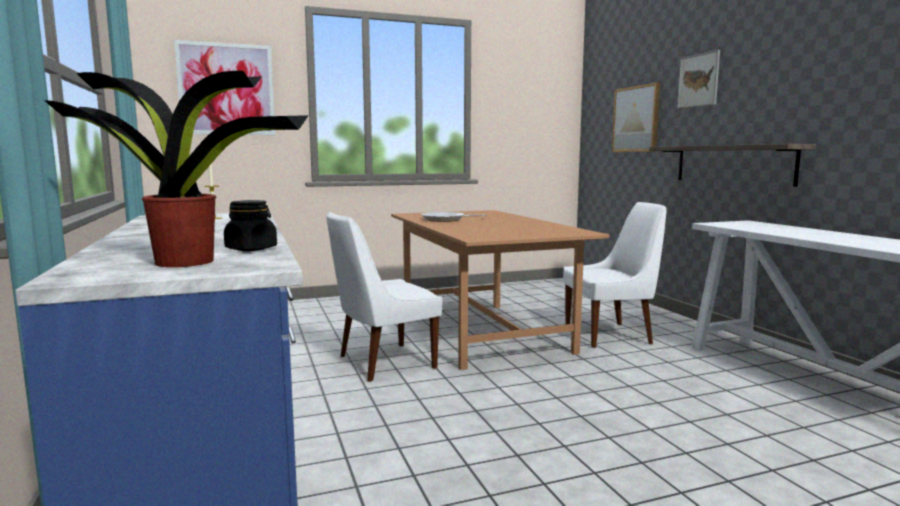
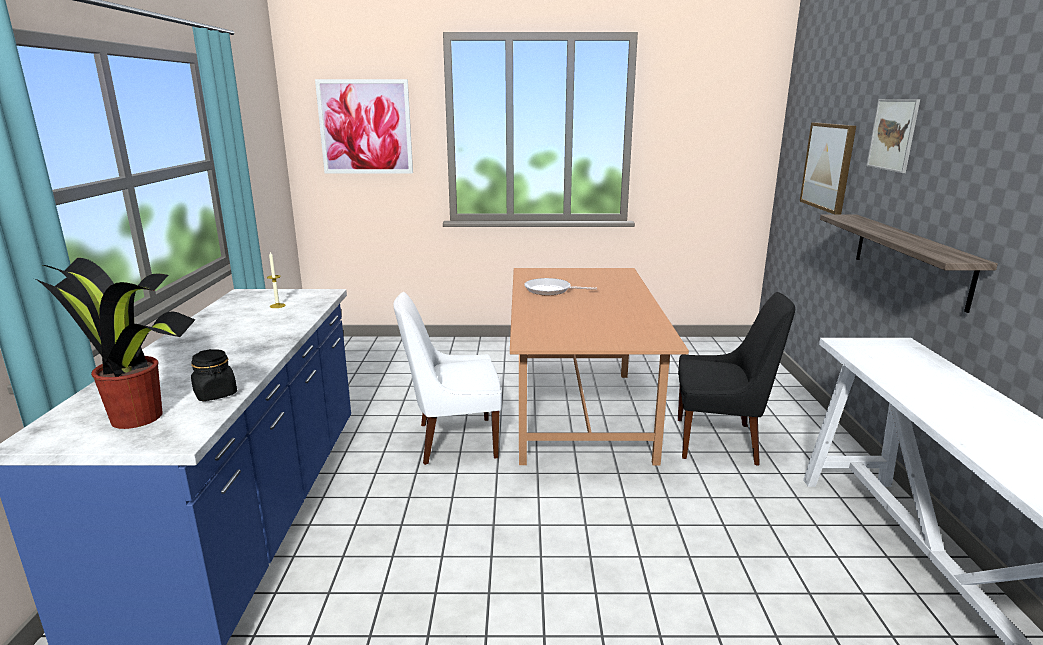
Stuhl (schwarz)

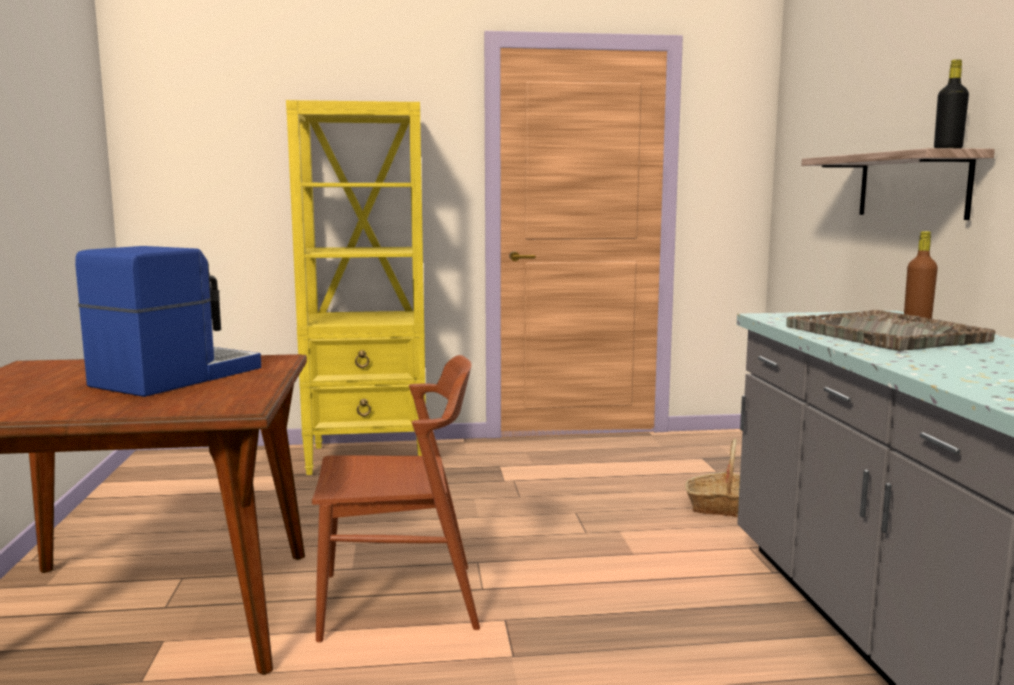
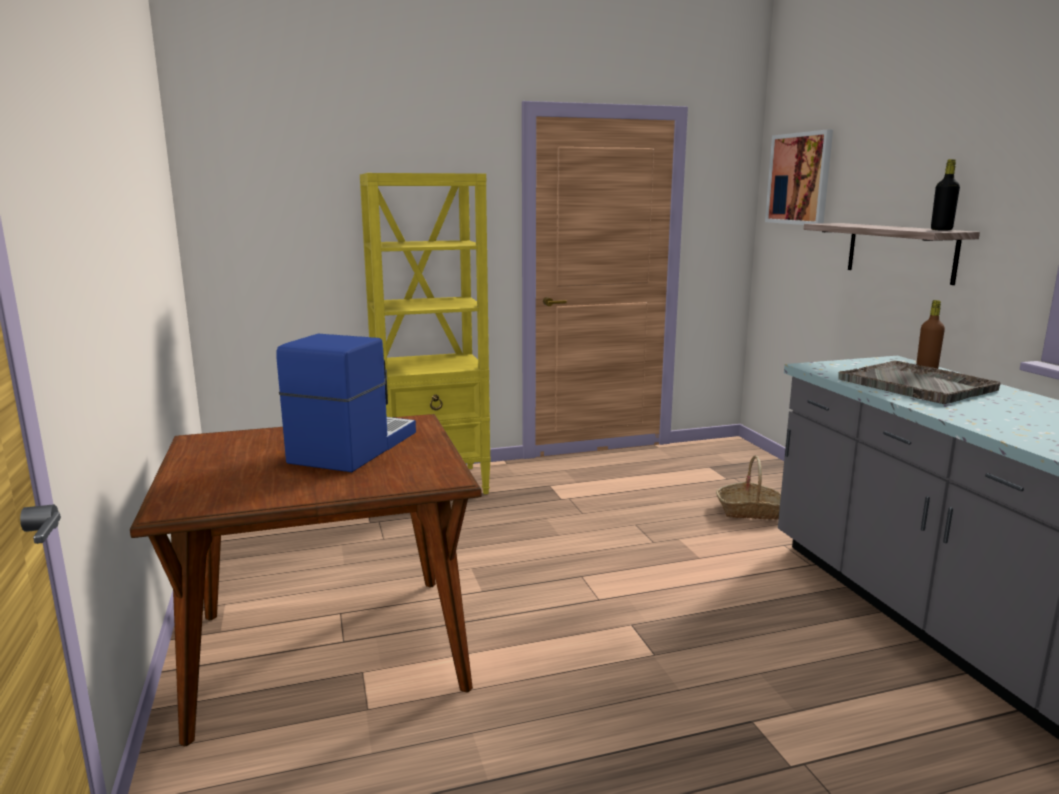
Stuhl (braun)
Bild

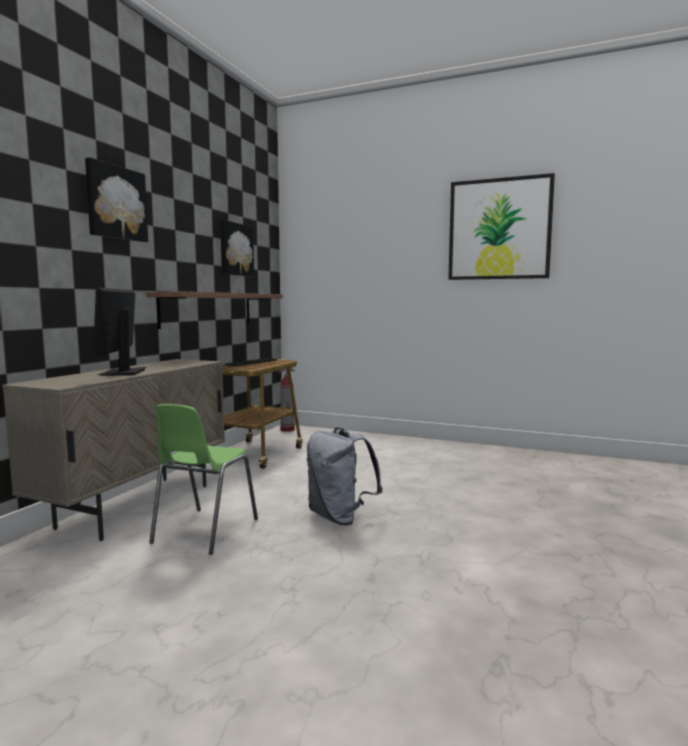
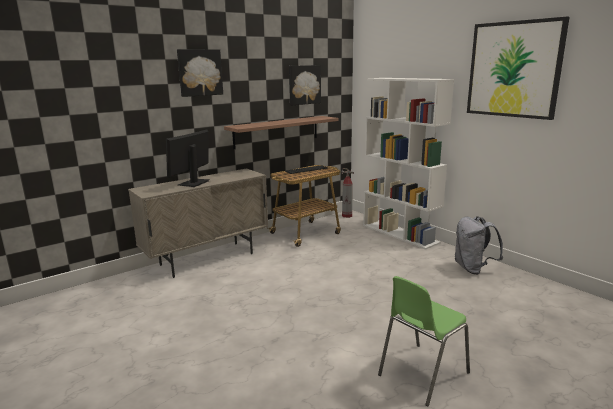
Stuhl (grün)
Rucksack (grau)
Bücherregal (weiß)

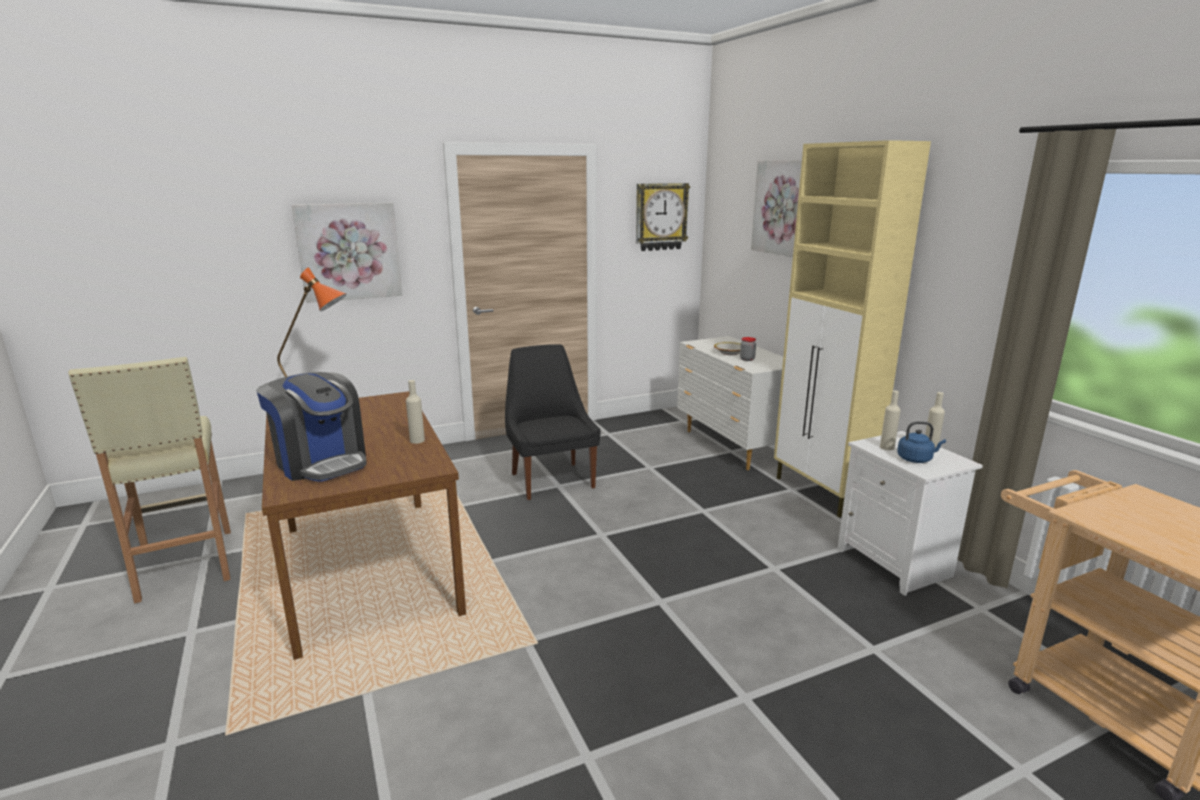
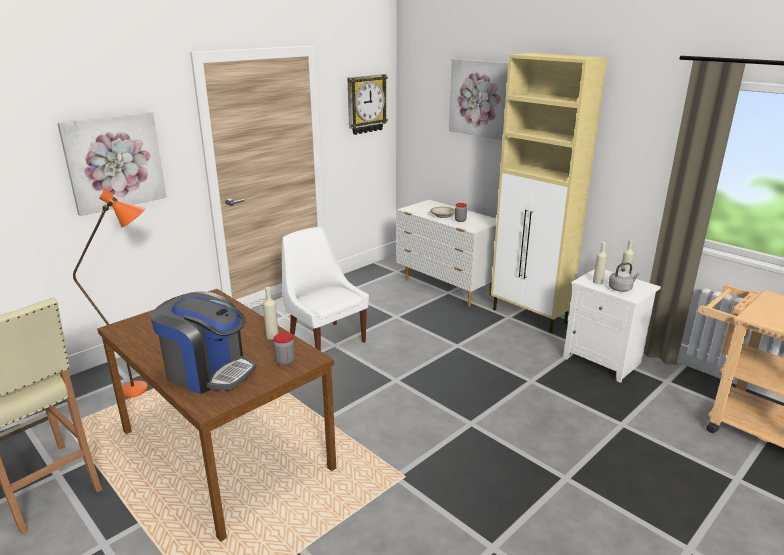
Stuhl (weiß)
Wasserkessel (grau)
Vorratsglas (no. 1 from left)

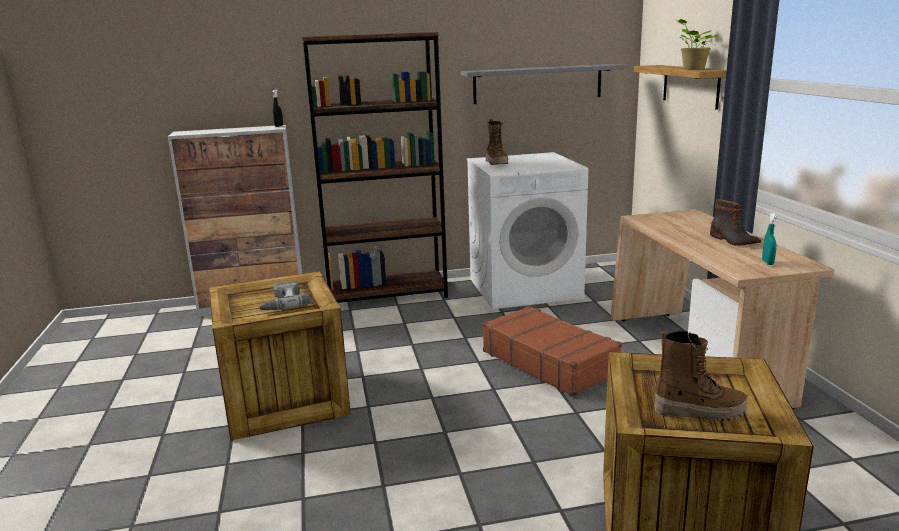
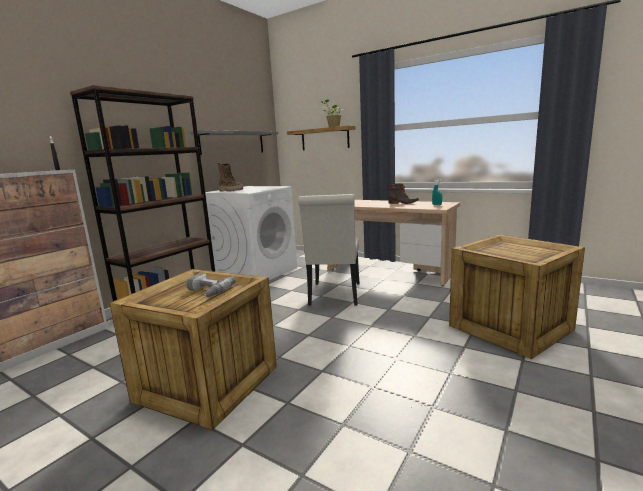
Stuhl (weiß)
Stiefel (no. 2 from left in the first image)

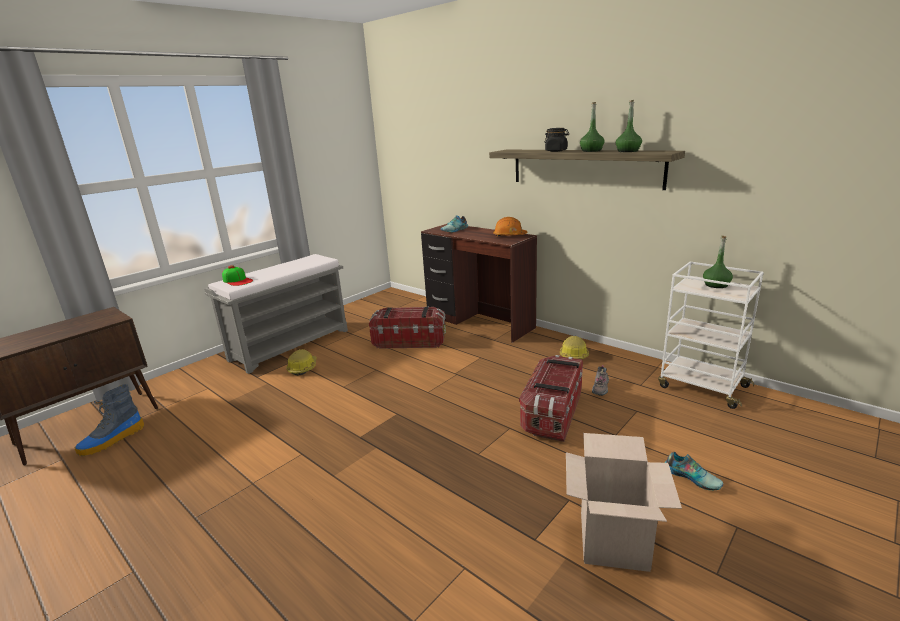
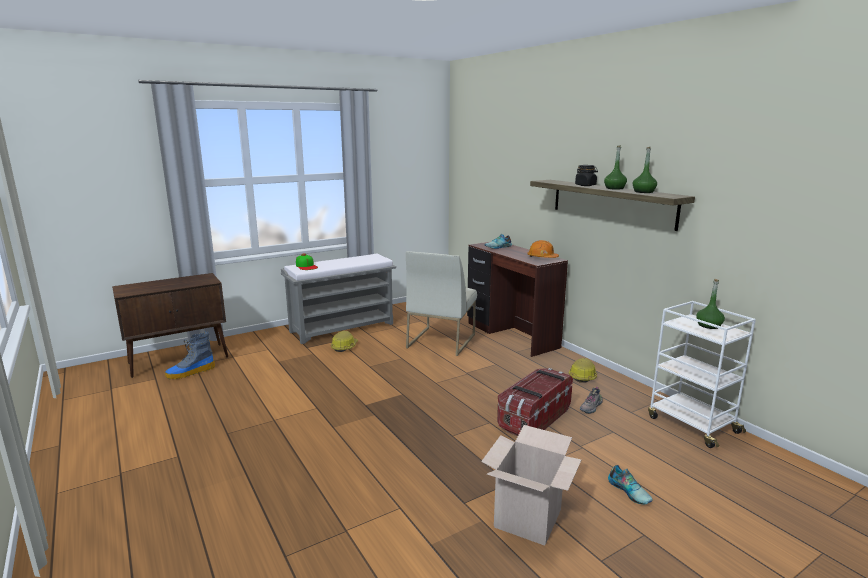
Stuhl (weiß)

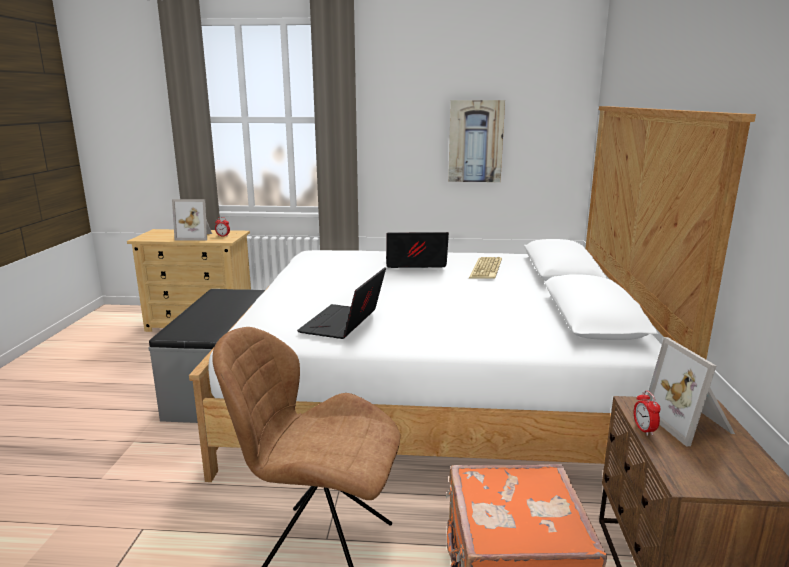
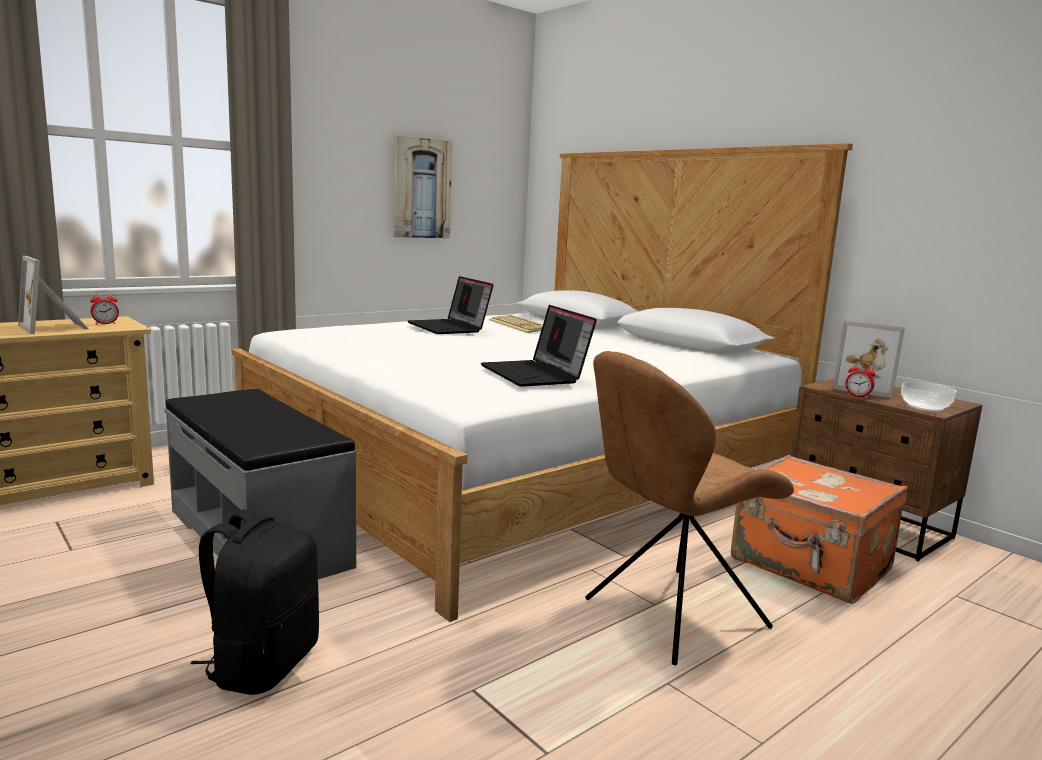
Bilderrahmen (no. 1 from left)
Laptop (no. 1 from left)
Rucksack (schwarz)
Schüssel

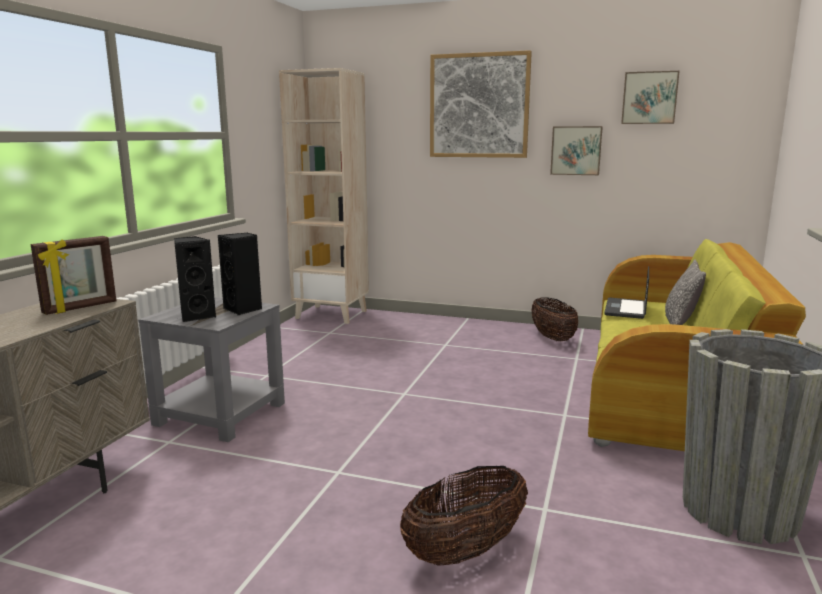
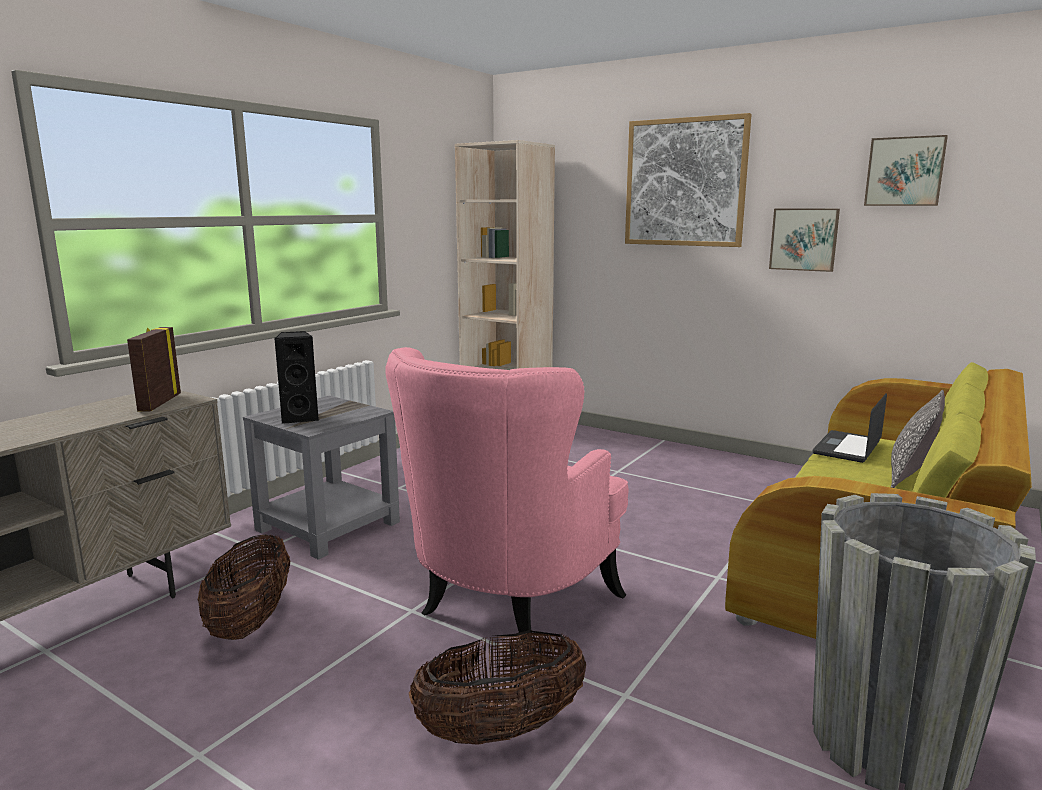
Bilderrahmen
Lautsprecher (schwarz) (no. 2 from left in the first image)
Korb (no. 1 from left)
Sessel (rosa)

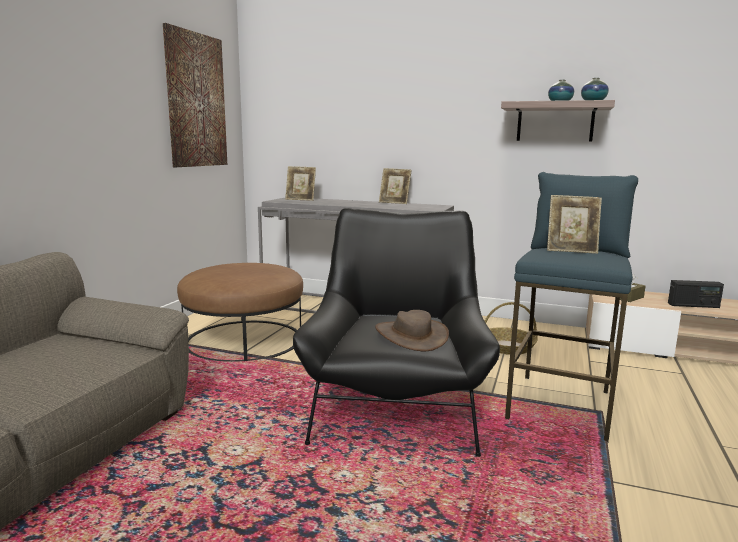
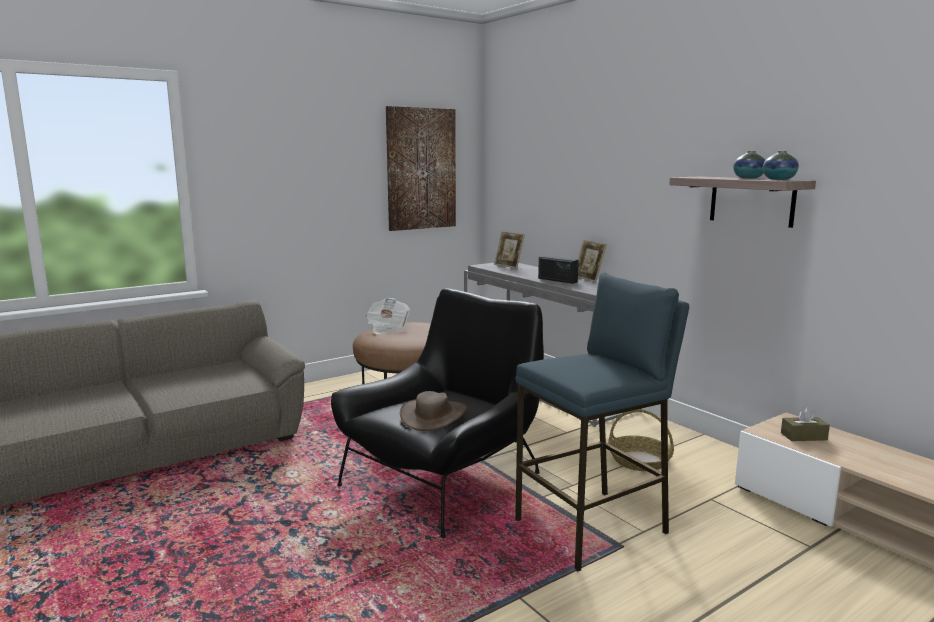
Bilderrahmen (no. 3 from left in the first image)
Radio
Zeitung

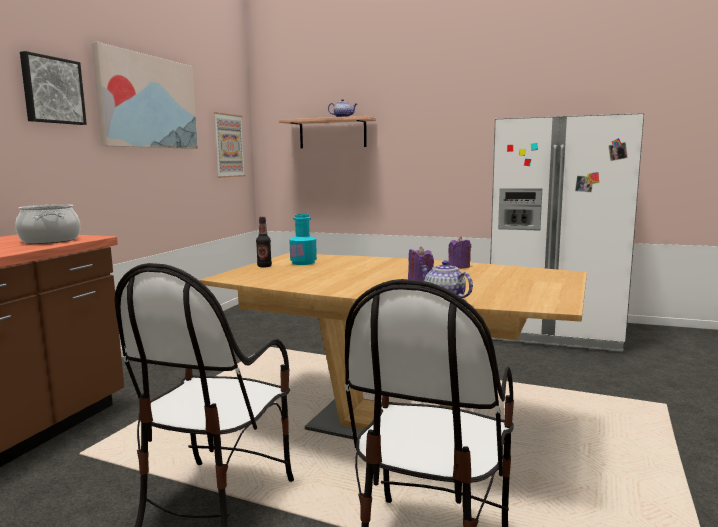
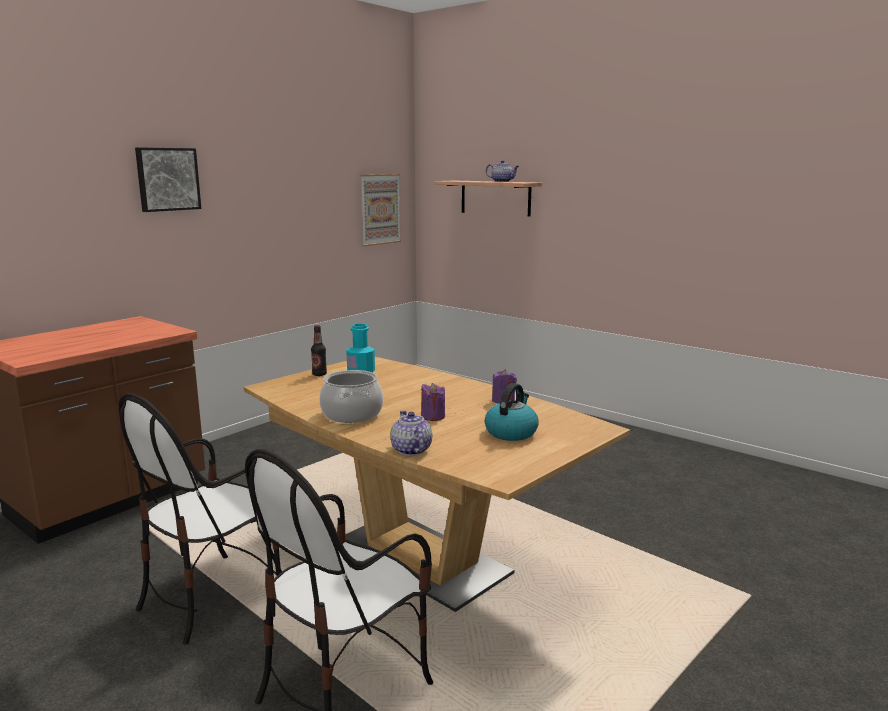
Kochtopf
Bild (no. 2 from left in the first image)
Kühlschrank (weiß)
Wasserkessel

